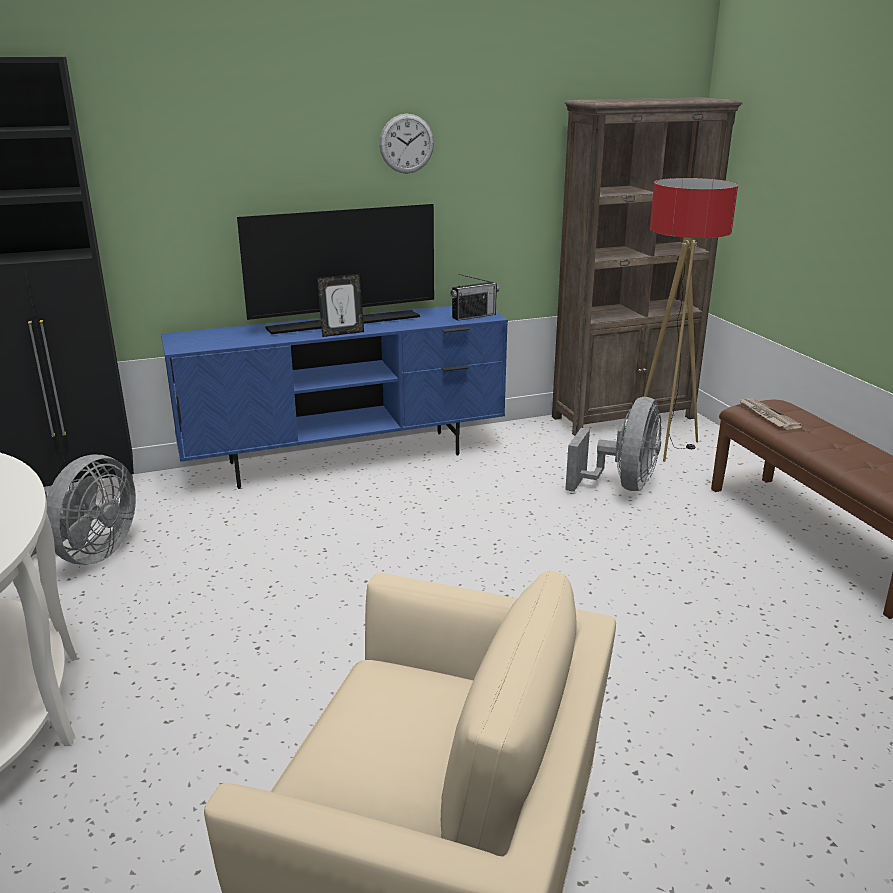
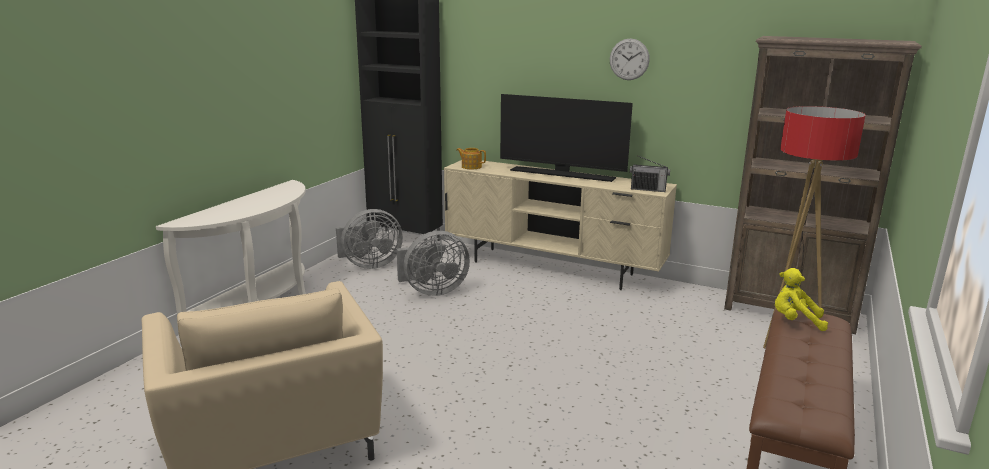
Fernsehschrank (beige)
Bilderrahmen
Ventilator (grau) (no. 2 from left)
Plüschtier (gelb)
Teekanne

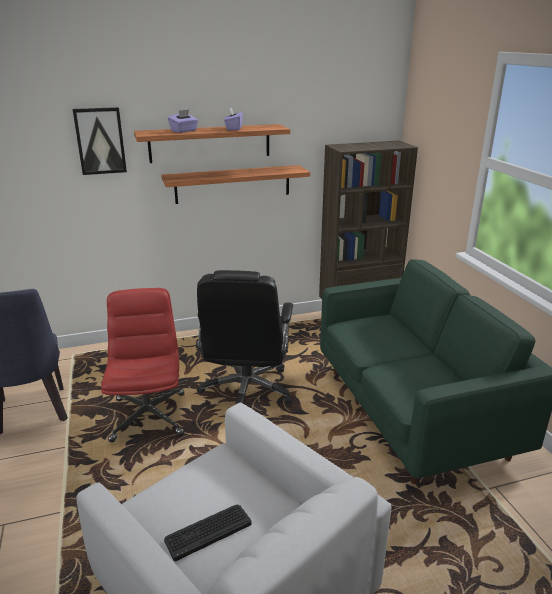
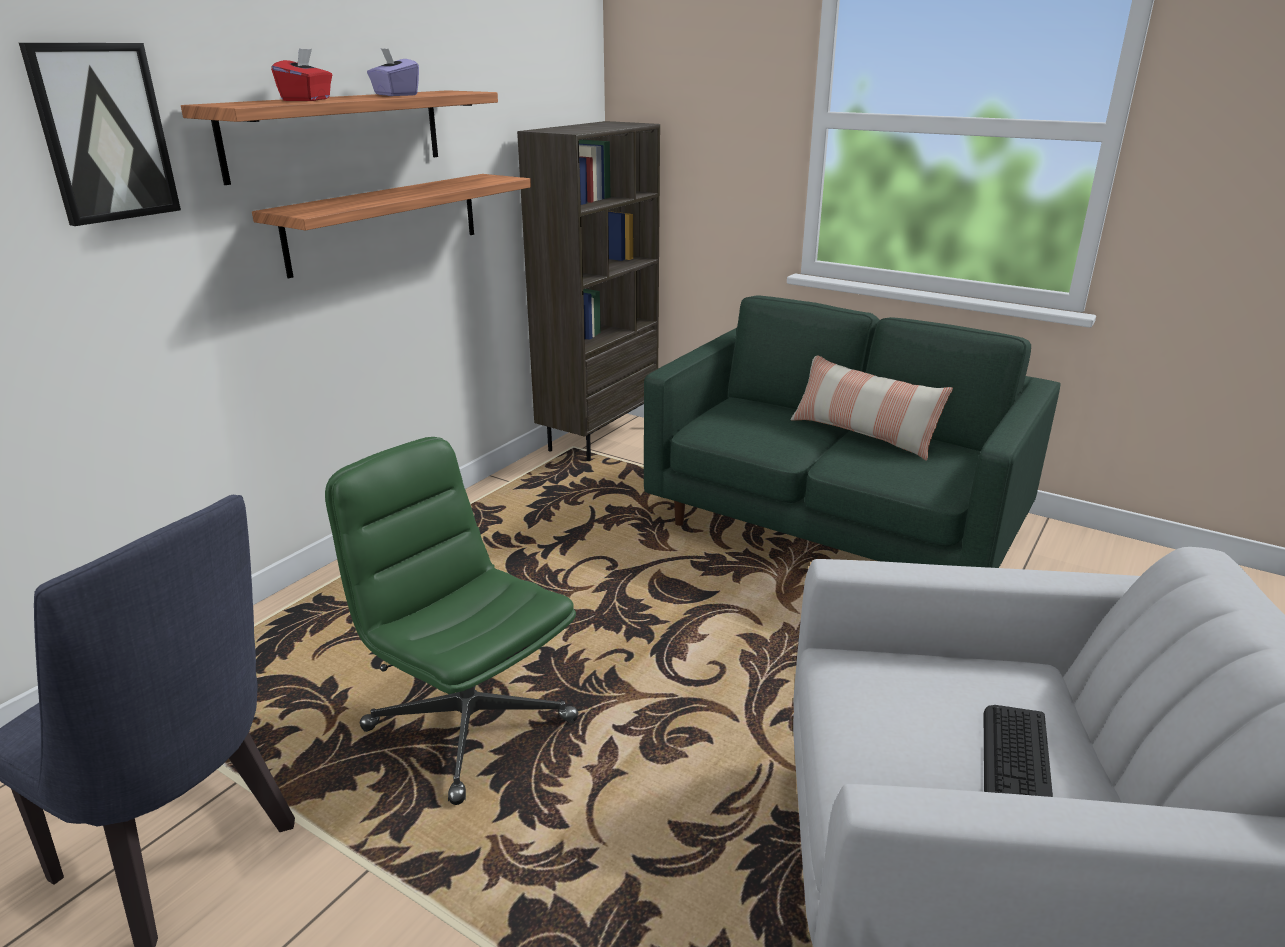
Bürostuhl (grün)
Taschentuchbox (rot)
Bürostuhl (schwarz)
Kissen

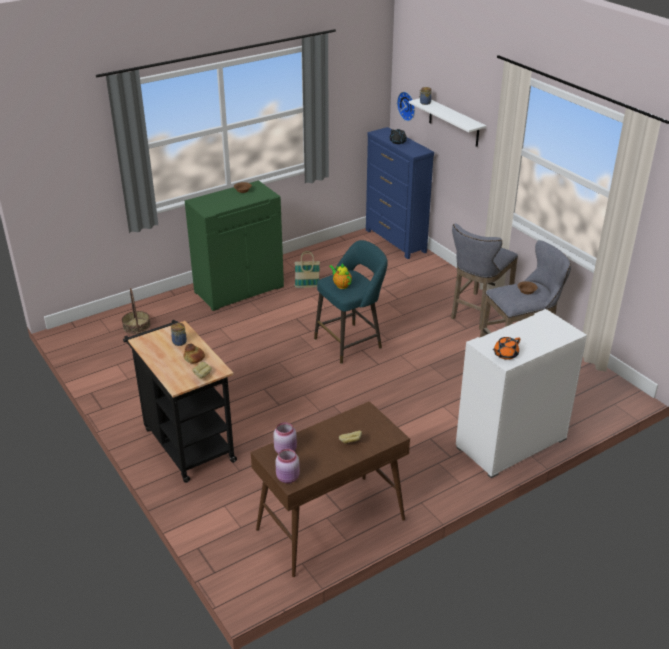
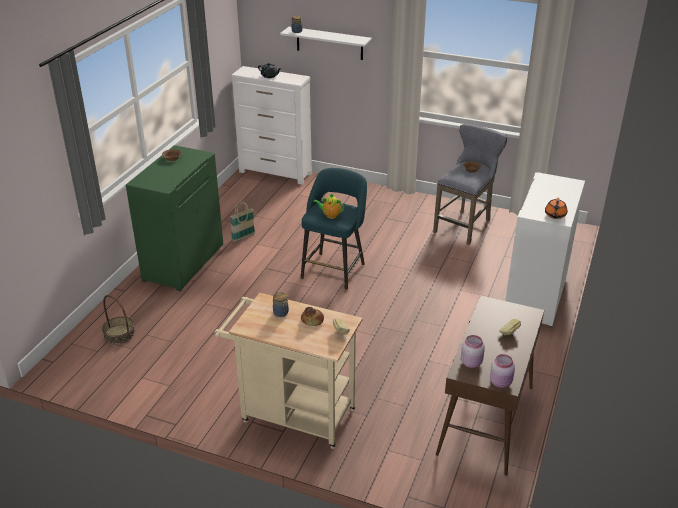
Rollwagen (beige)
Kommode (weiß)
Wanduhr
Hocker (grau) (no. 1 from left in the first image)

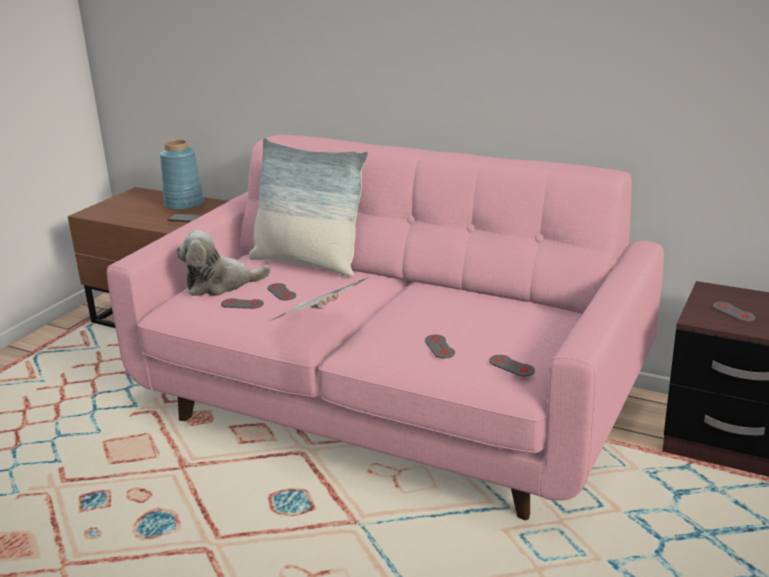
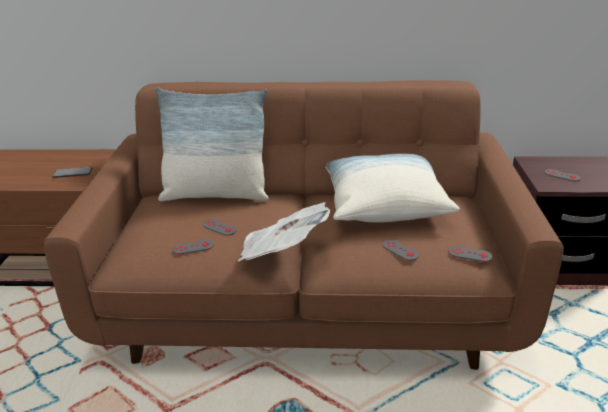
Sofa (braun)
Vase (blau)
Plüschtier
Kissen (no. 2 from left)

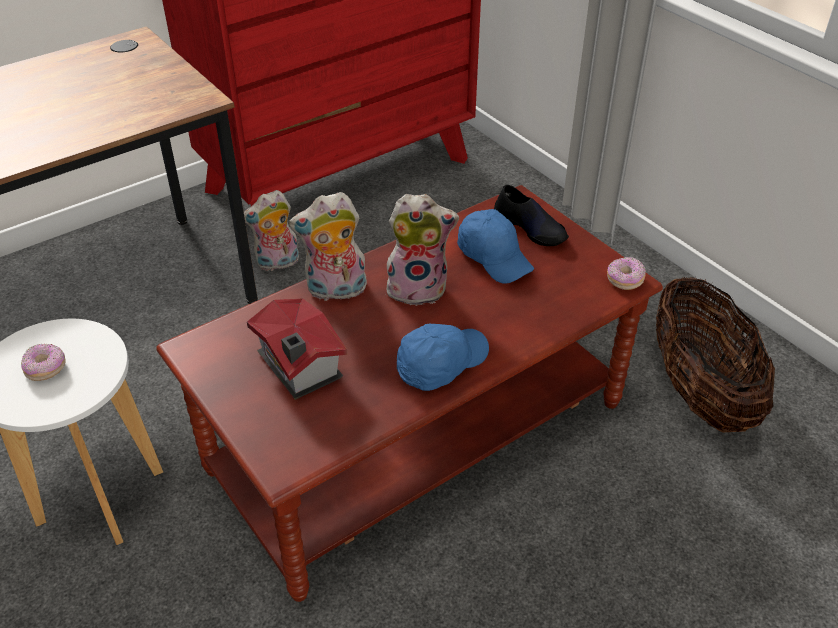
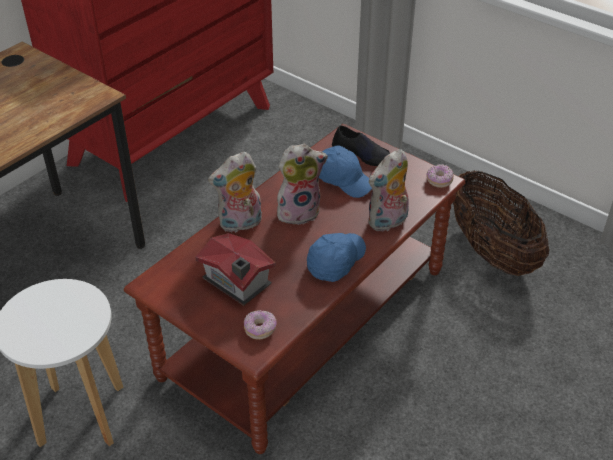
Donut (no. 1 from left)
Plüschtier (no. 3 from left)

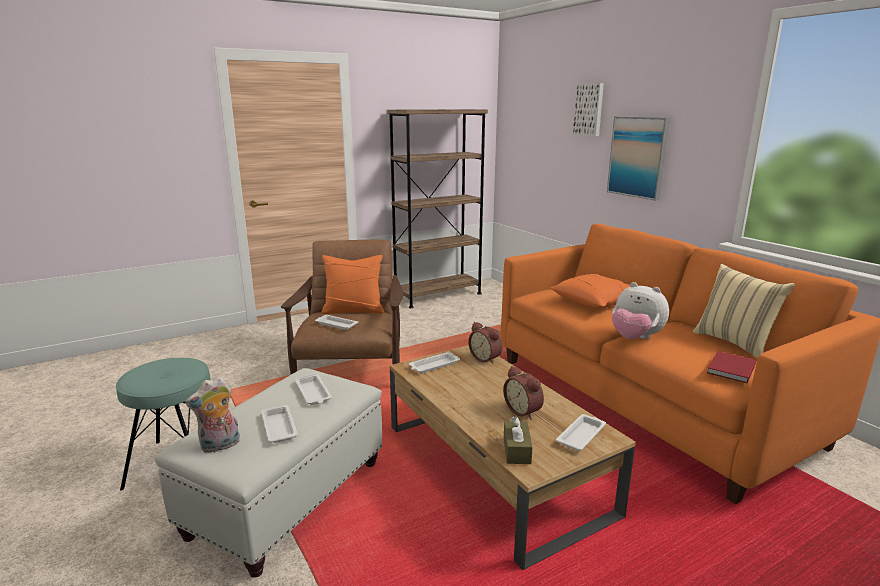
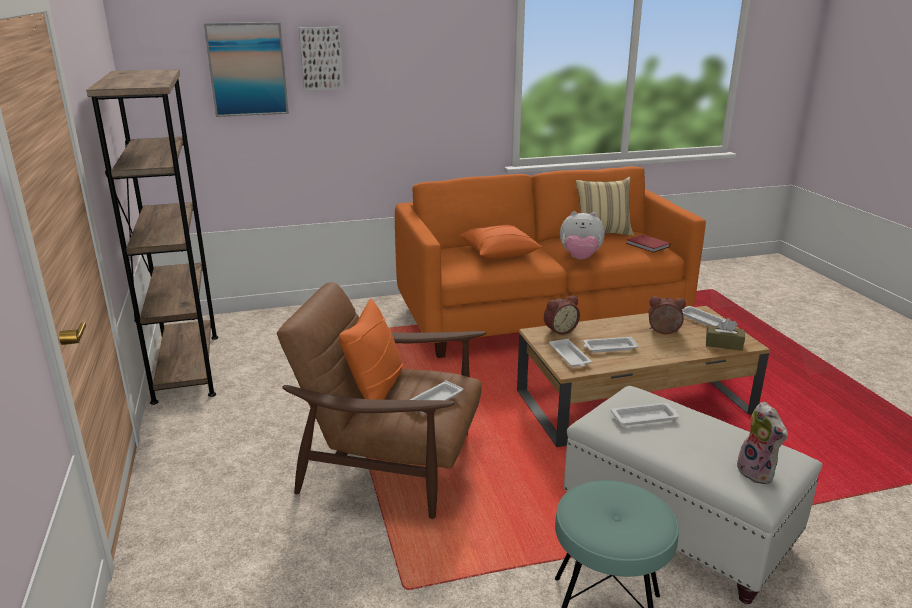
Tablett (weiß) (no. 3 from left)
Wecker (no. 2 from left)
Bild (no. 1 from left)
Plüschtier (no. 1 from left)

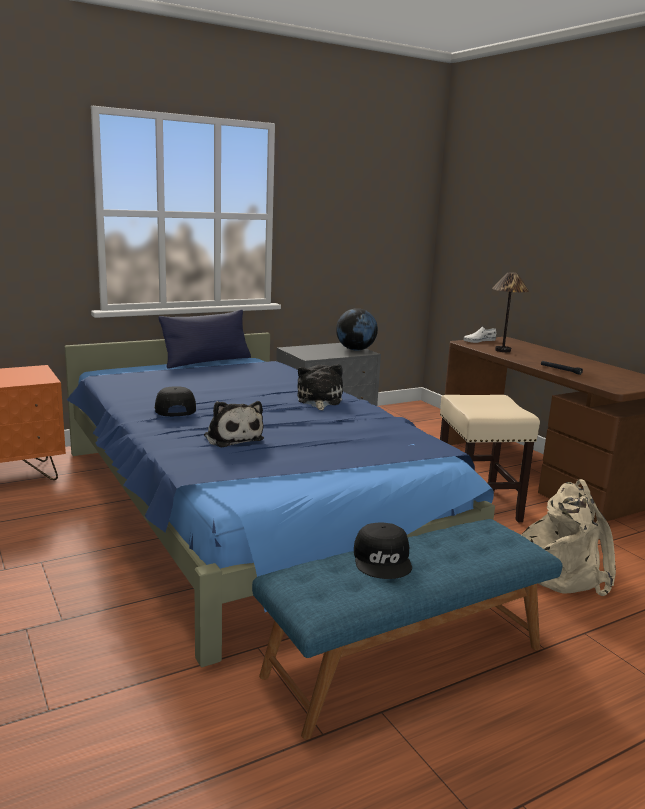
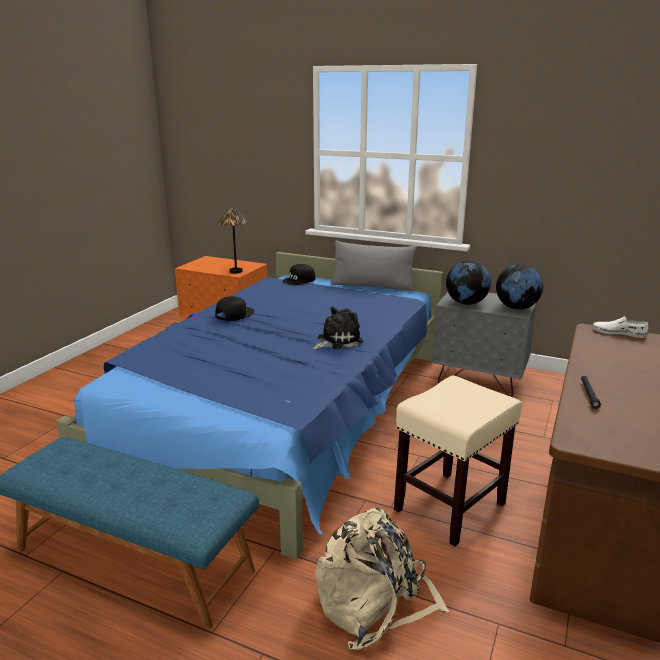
Kissen (grau)
Plüschtier (no. 1 from left in the first image)
Kappe (schwarz) (no. 2 from left)
Tischlampe
Globus (no. 1 from left)

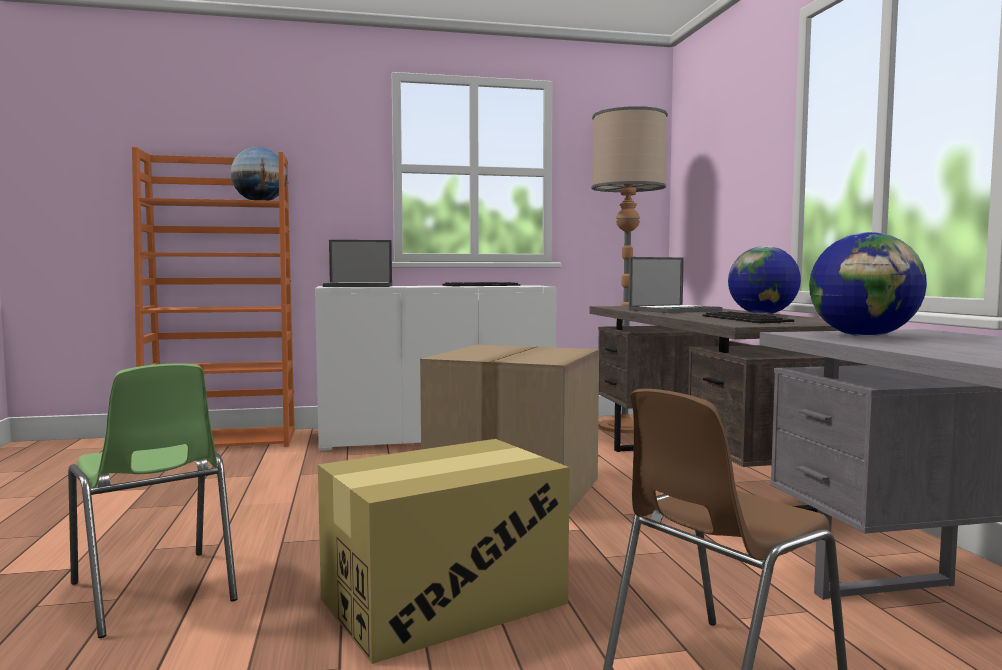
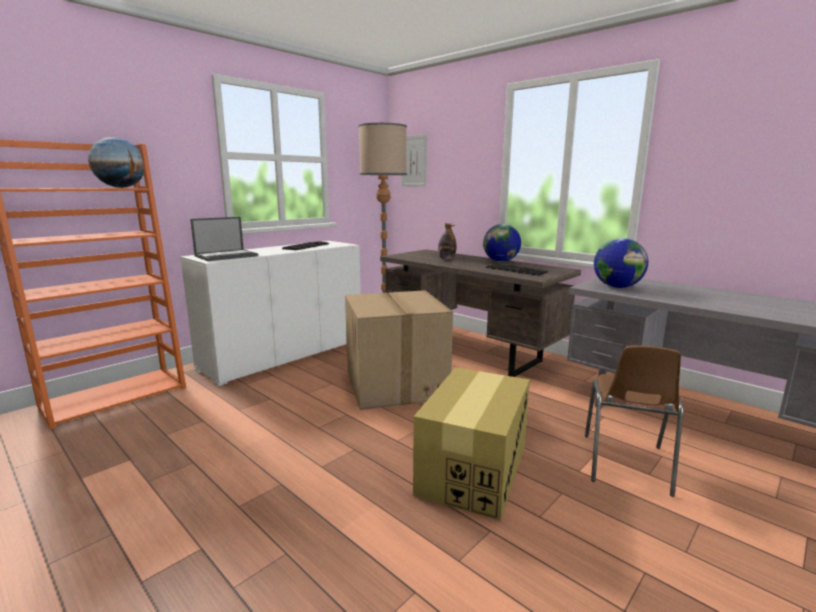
Stuhl (grün)
Flasche
Bild

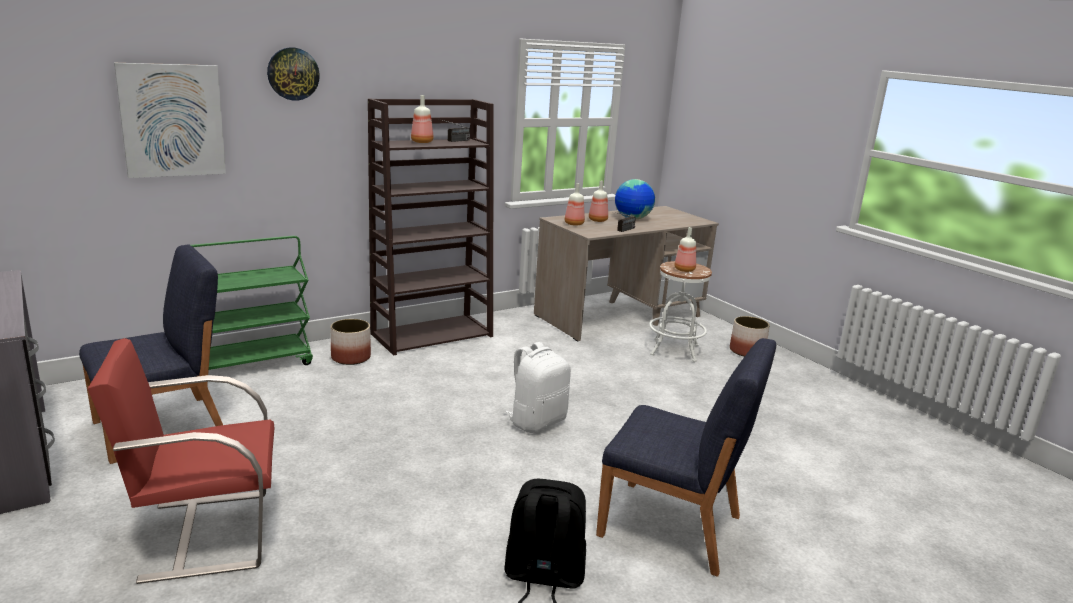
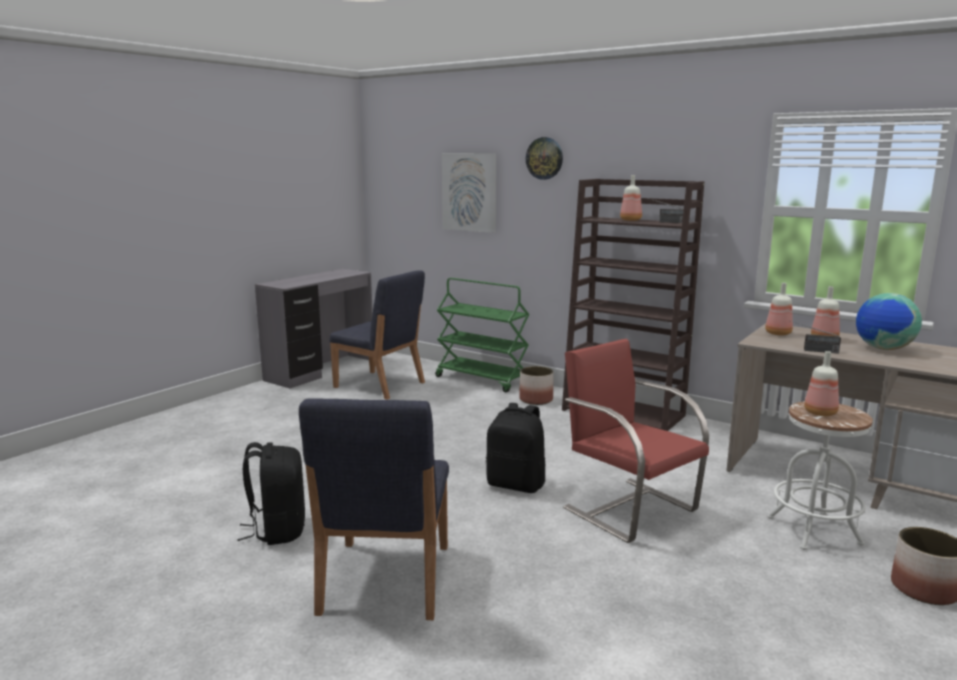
Stuhl (rot)
Rucksack (schwarz) (no. 2 from left)

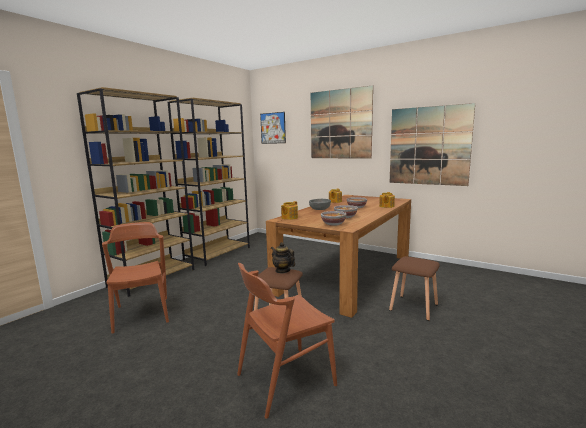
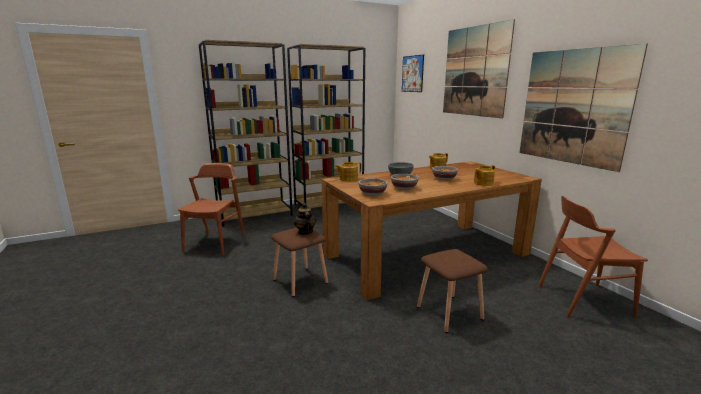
Stuhl (braun) (no. 2 from left)

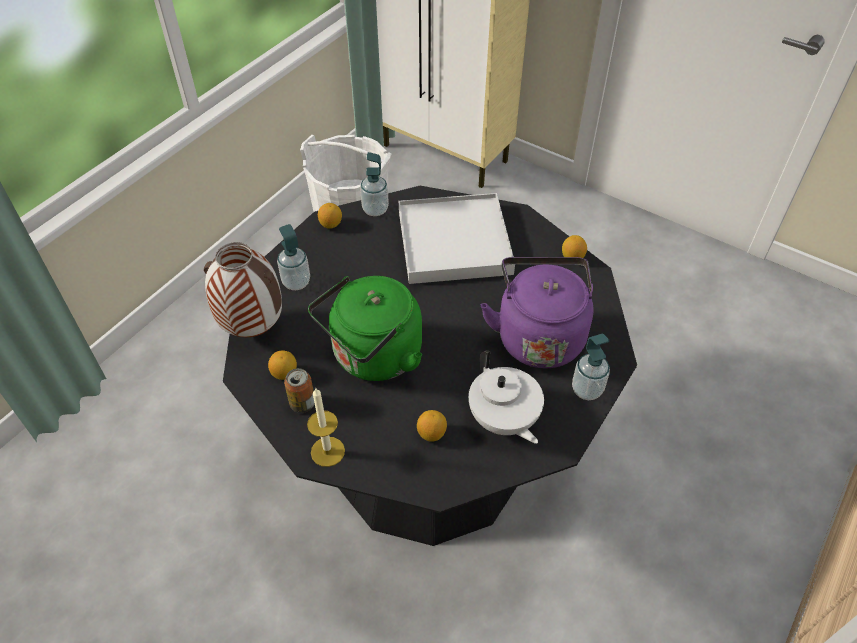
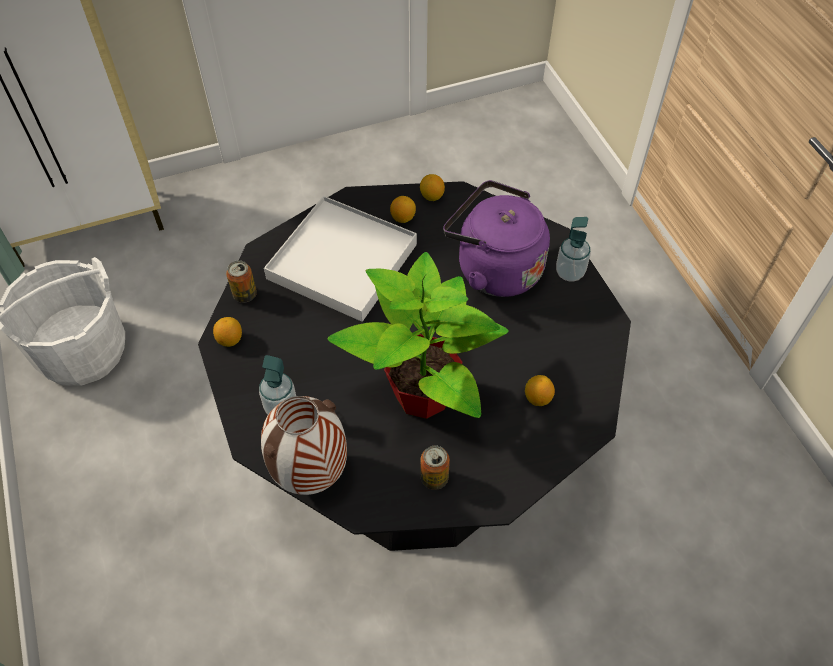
Zitrone (no. 2 from left)
Kerze
Topfpflanze
Dose (no. 1 from left)
Teekanne (weiß)

